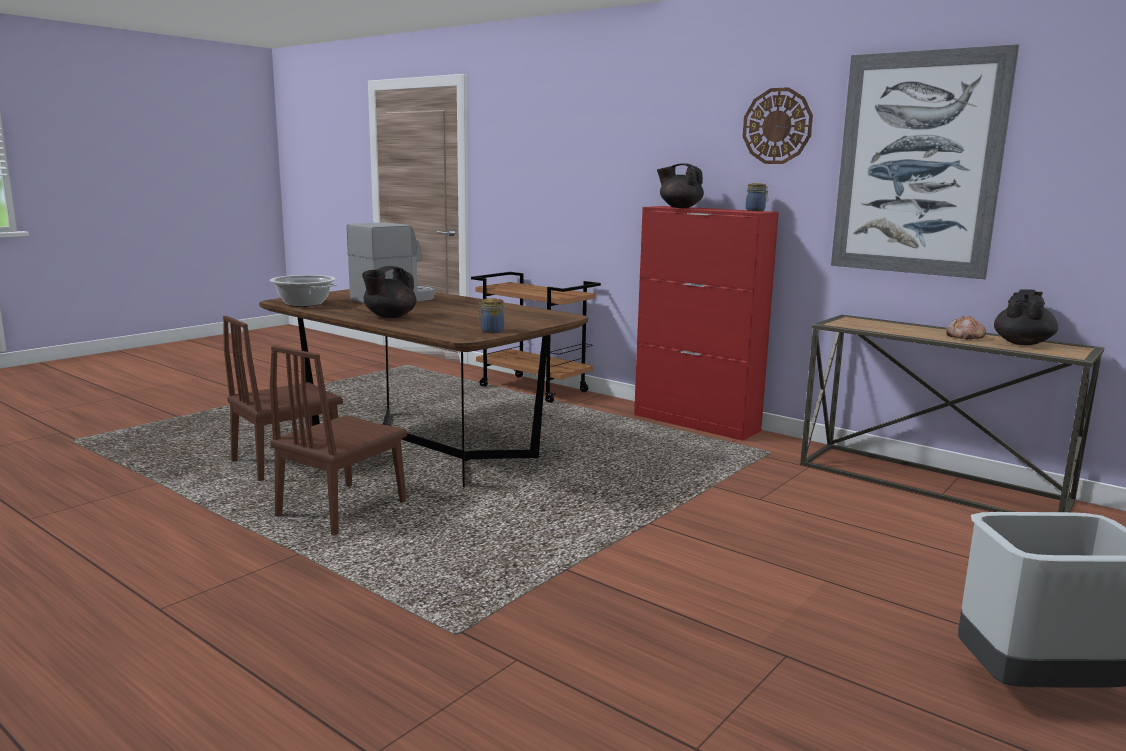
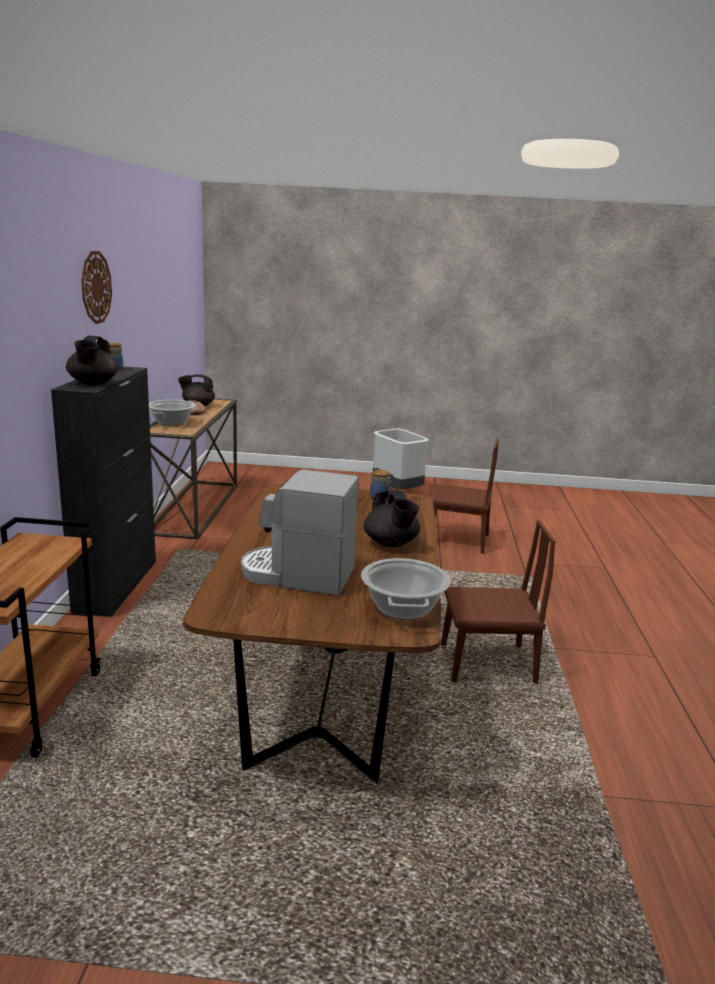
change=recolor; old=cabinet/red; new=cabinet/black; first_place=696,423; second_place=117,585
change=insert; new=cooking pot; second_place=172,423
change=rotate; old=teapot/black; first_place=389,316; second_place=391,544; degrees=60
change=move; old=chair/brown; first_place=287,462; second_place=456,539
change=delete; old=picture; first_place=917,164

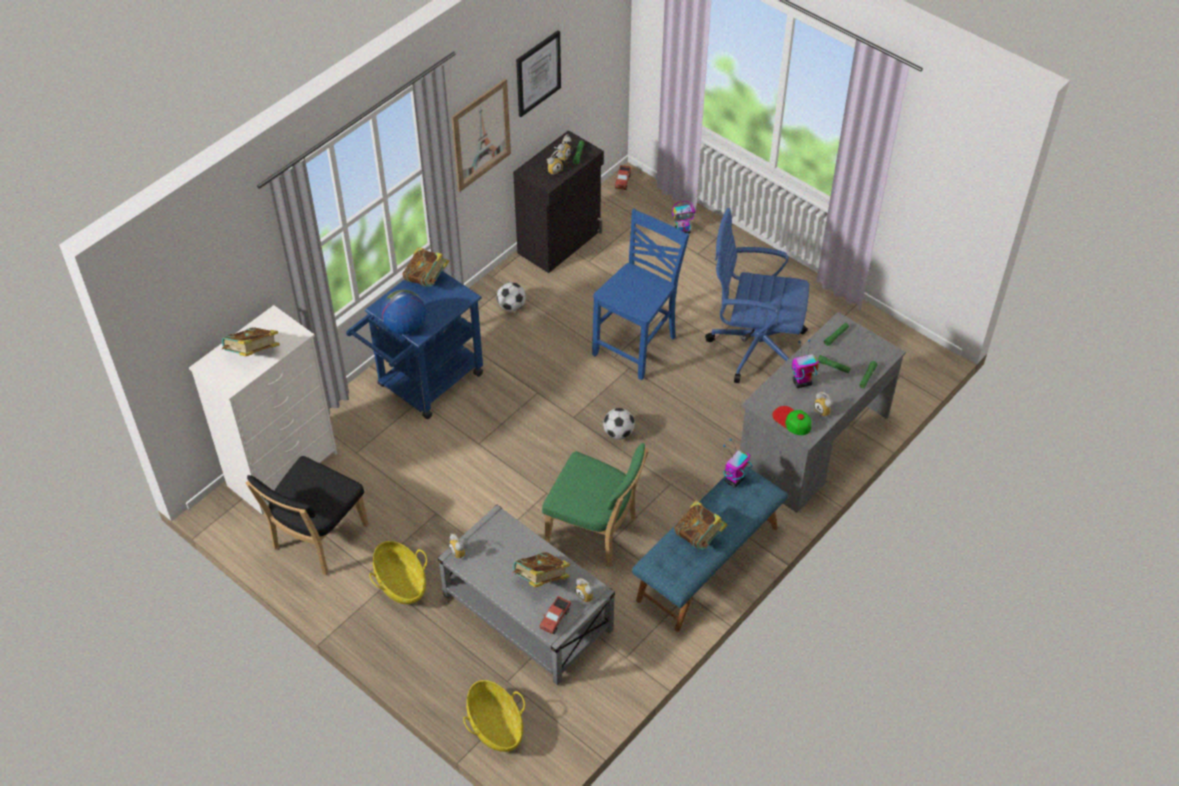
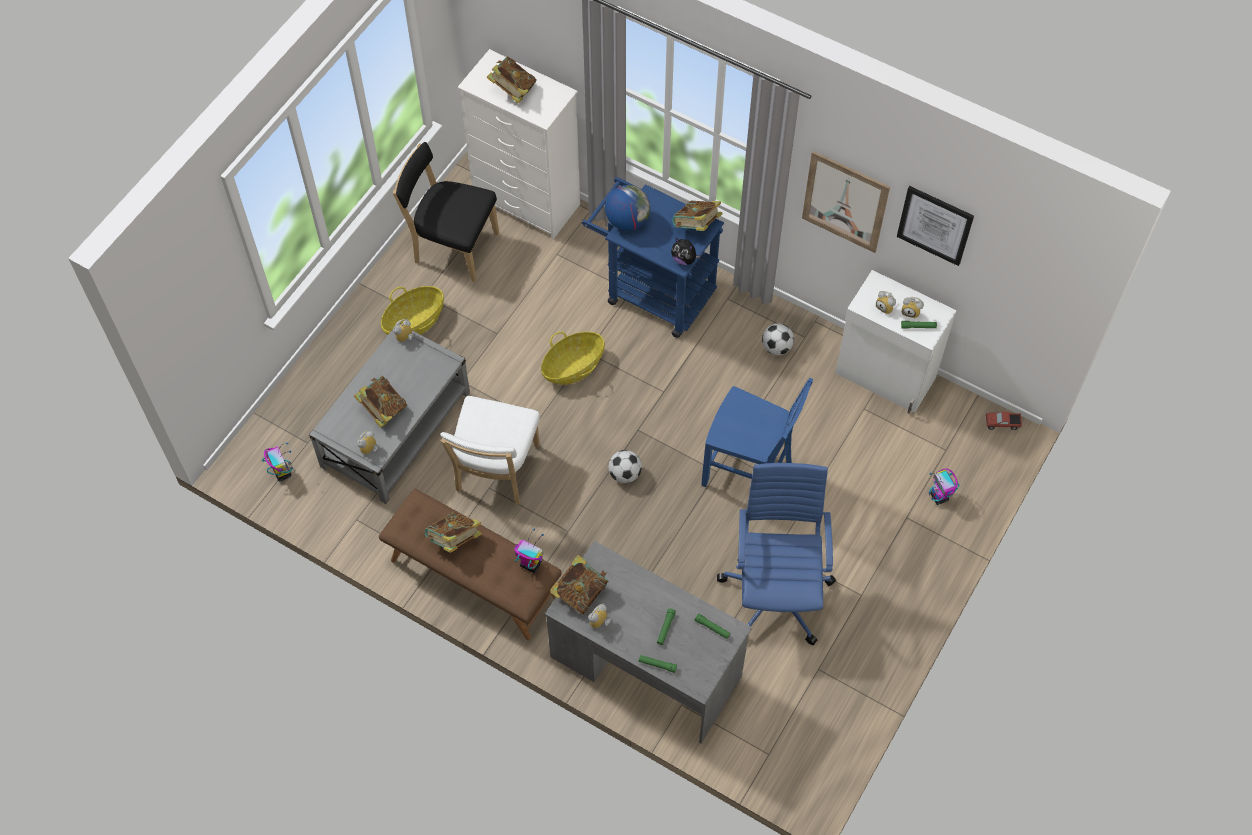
change=move; old=toy robot; first_place=801,383; second_place=282,473
change=recolor; old=bench/blue; new=bench/brown; first_place=708,564; second_place=473,579
change=recolor; old=chair/green; new=chair/white; first_place=595,533; second_place=495,472
change=move; old=basket; first_place=495,726; second_place=573,367
change=replace; old=cap; new=book; first_place=792,421; second_place=580,592
change=insert; new=plush toy; second_place=684,259
change=recolor; old=cabinet/black; new=cabinet/white; first_place=560,242; second_place=885,377
change=delete; old=toy truck; first_place=555,619

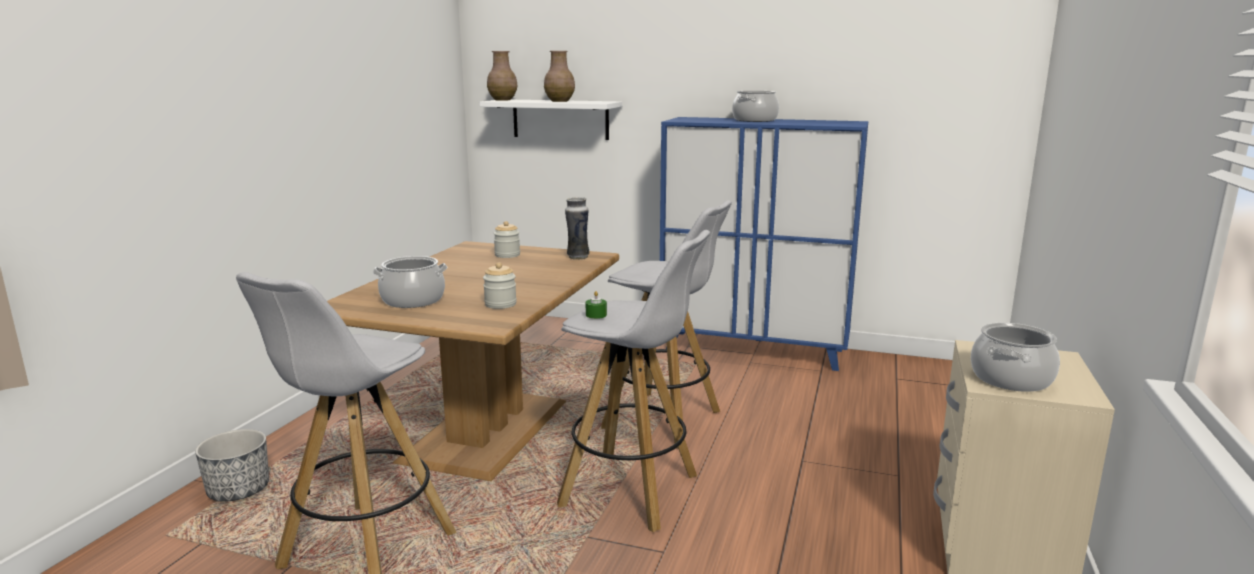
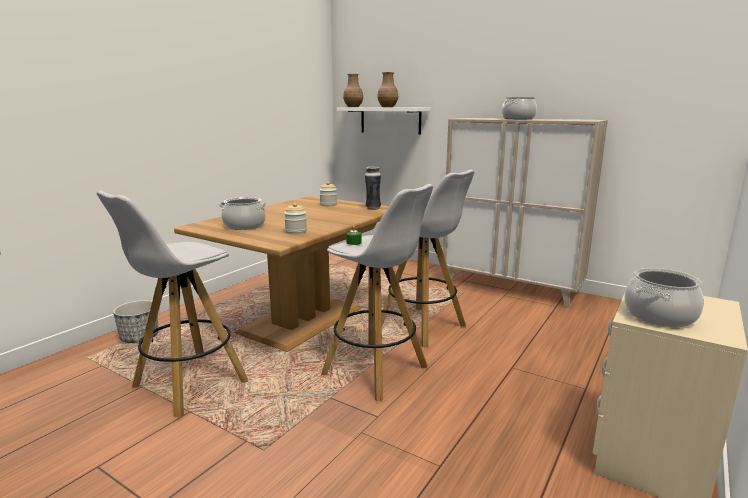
change=recolor; old=cabinet/blue; new=cabinet/beige; first_place=754,350; second_place=511,287

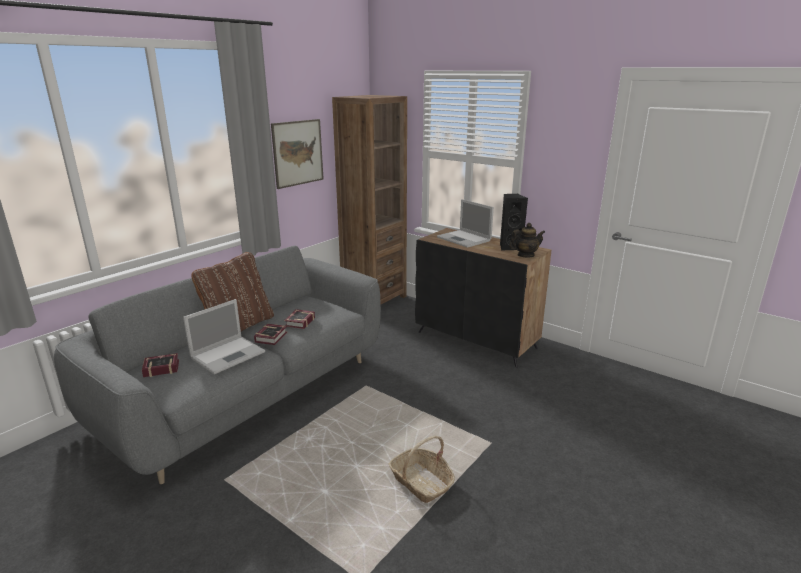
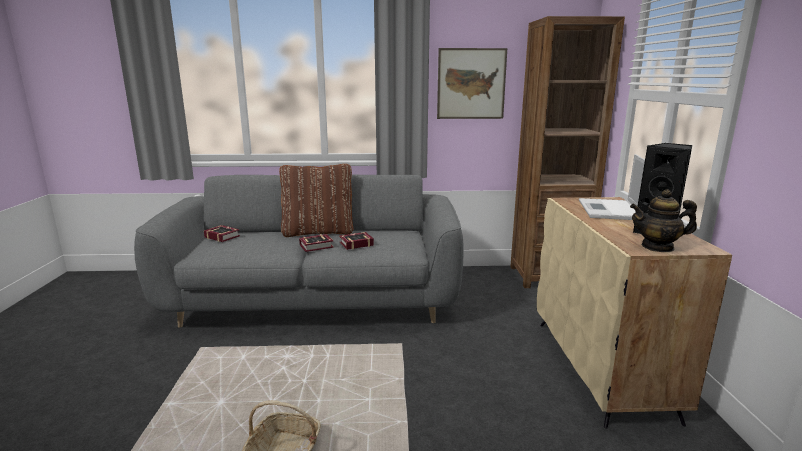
change=recolor; old=cabinet/black; new=cabinet/beige; first_place=477,340; second_place=602,367
change=rotate; old=teapot; first_place=525,255; second_place=658,247; degrees=150
change=delete; old=laptop; first_place=229,354

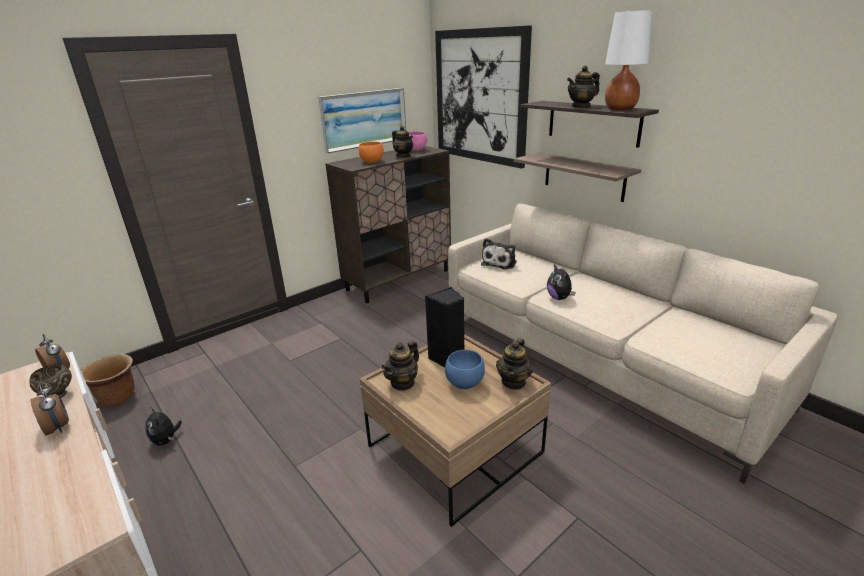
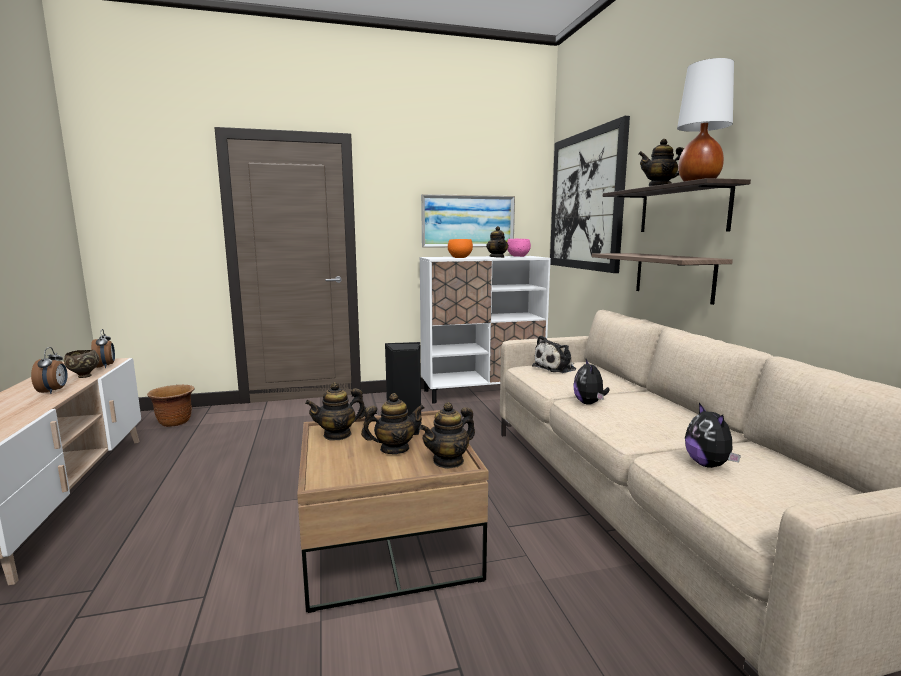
change=replace; old=bowl/blue; new=teapot; first_place=463,383; second_place=394,449
change=recolor; old=cabinet/brown; new=cabinet/white; first_place=398,280; second_place=482,392
change=move; old=plush toy; first_place=166,440; second_place=708,465

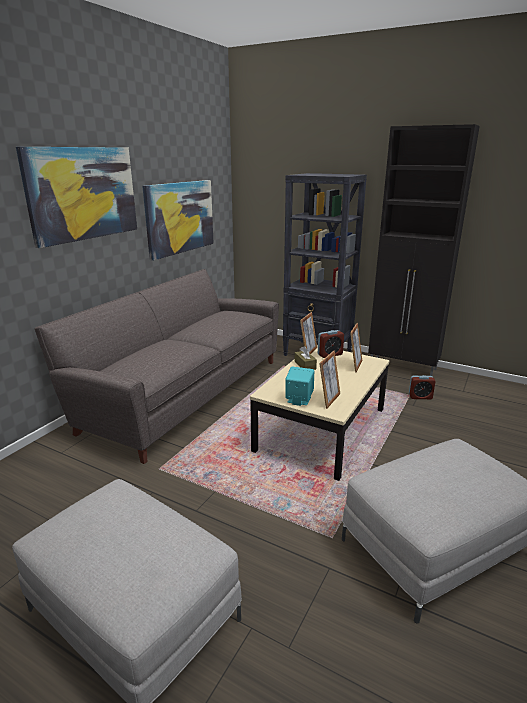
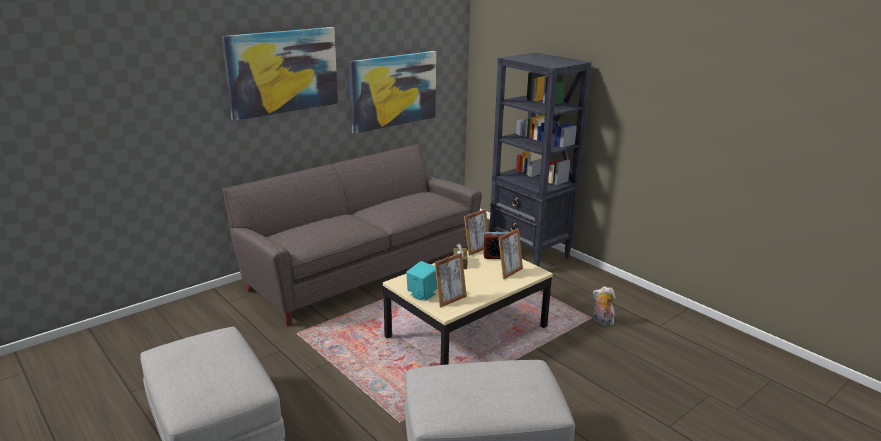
change=replace; old=alarm clock; new=plush toy; first_place=420,397; second_place=602,322
change=delete; old=cabinet/black; first_place=403,368

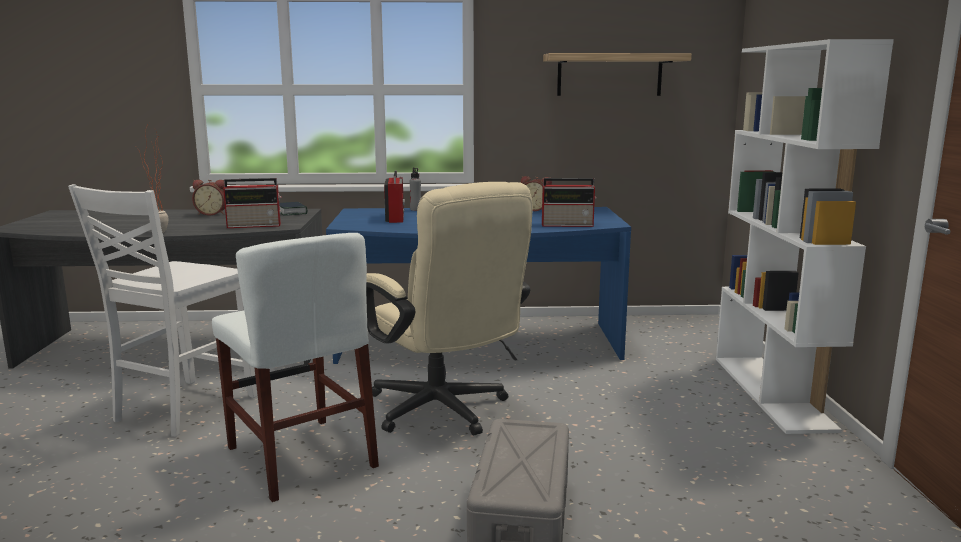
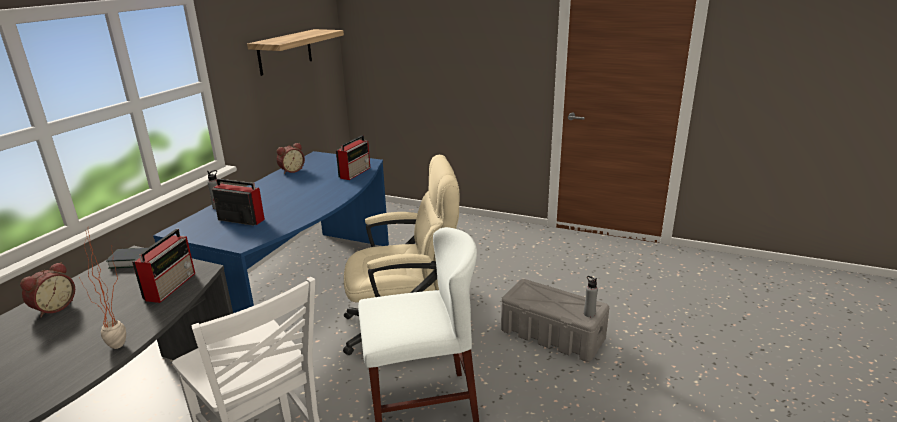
change=insert; new=bottle/grey; second_place=589,314
change=delete; old=bookcase/white; first_place=772,392

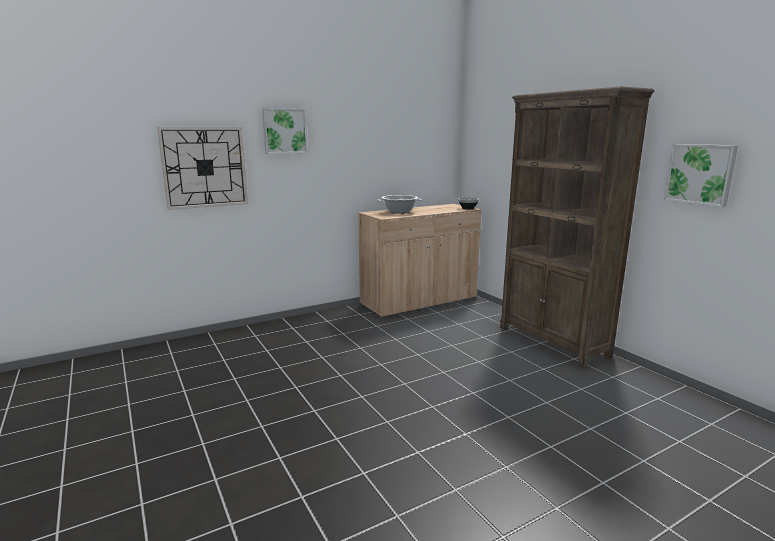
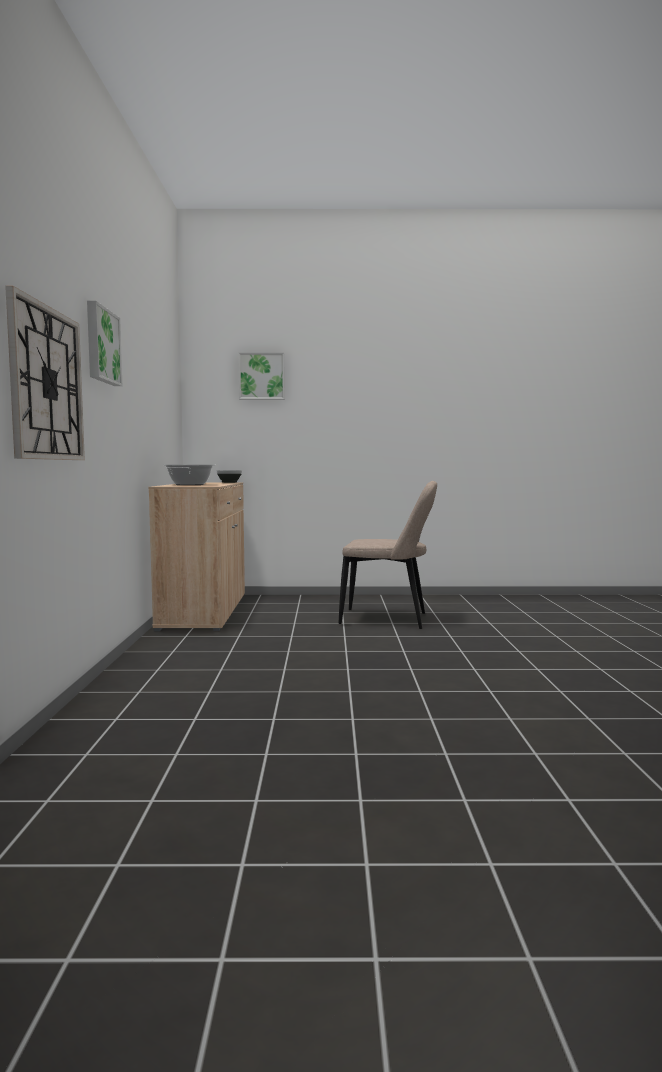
change=move; old=picture; first_place=700,174; second_place=262,376
change=insert; new=chair/beige; second_place=388,619
change=delete; old=bookcase/brown; first_place=553,341

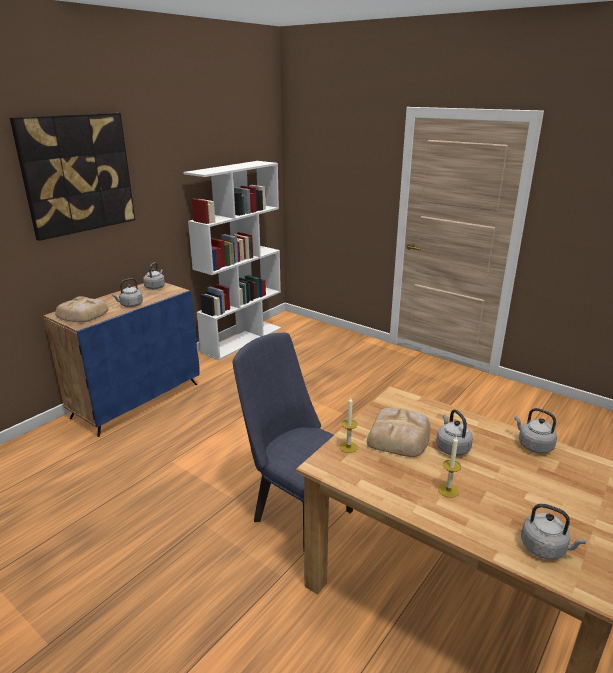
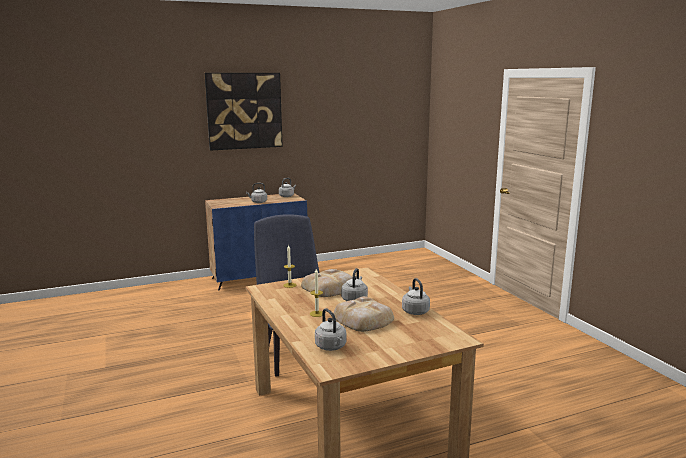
change=move; old=bread; first_place=83,314; second_place=363,320
change=delete; old=bookcase/white; first_place=242,340

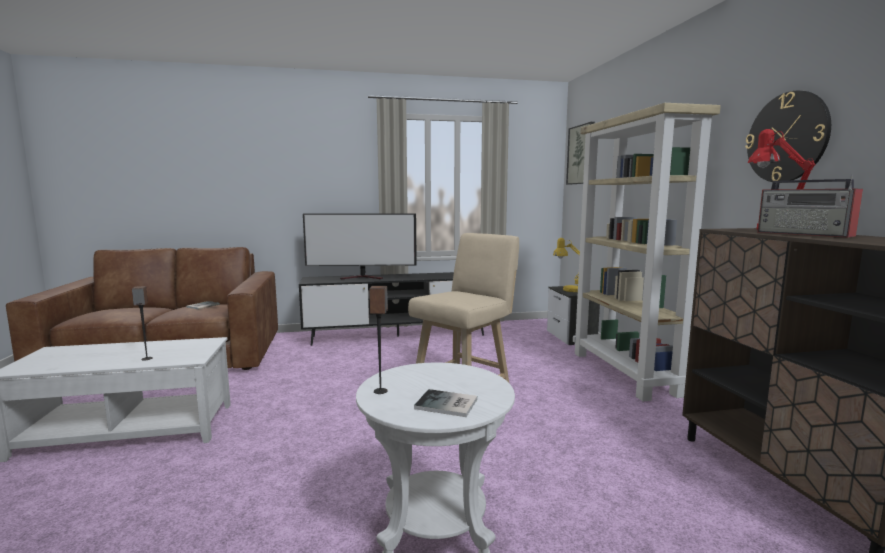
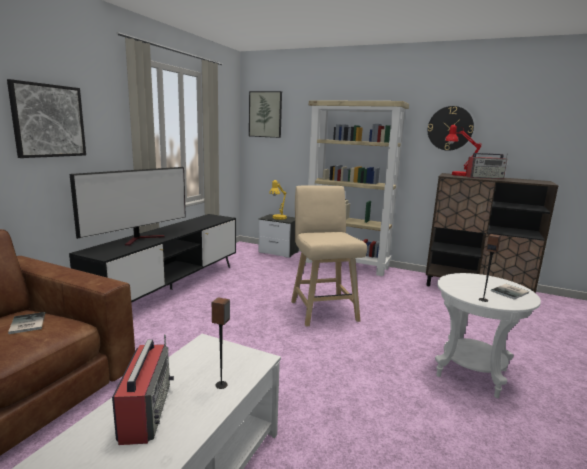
change=insert; new=picture; second_place=48,121
change=insert; new=radio; second_place=146,410

